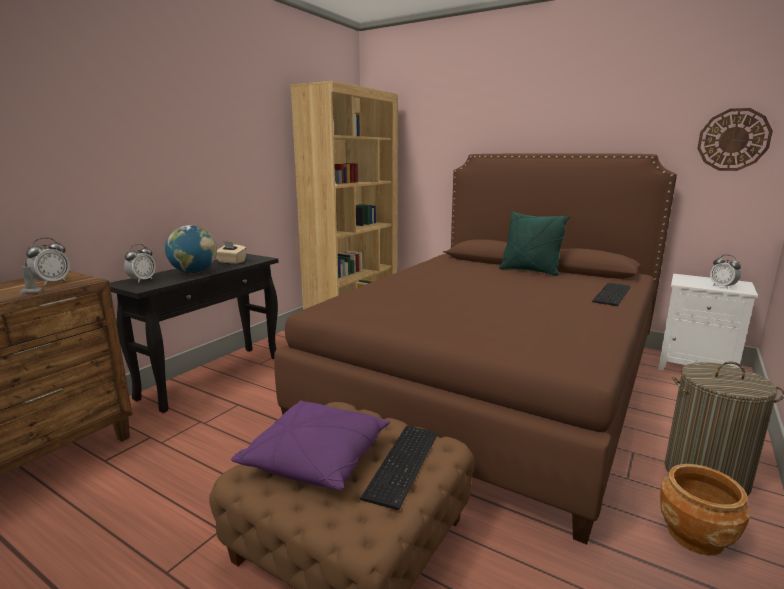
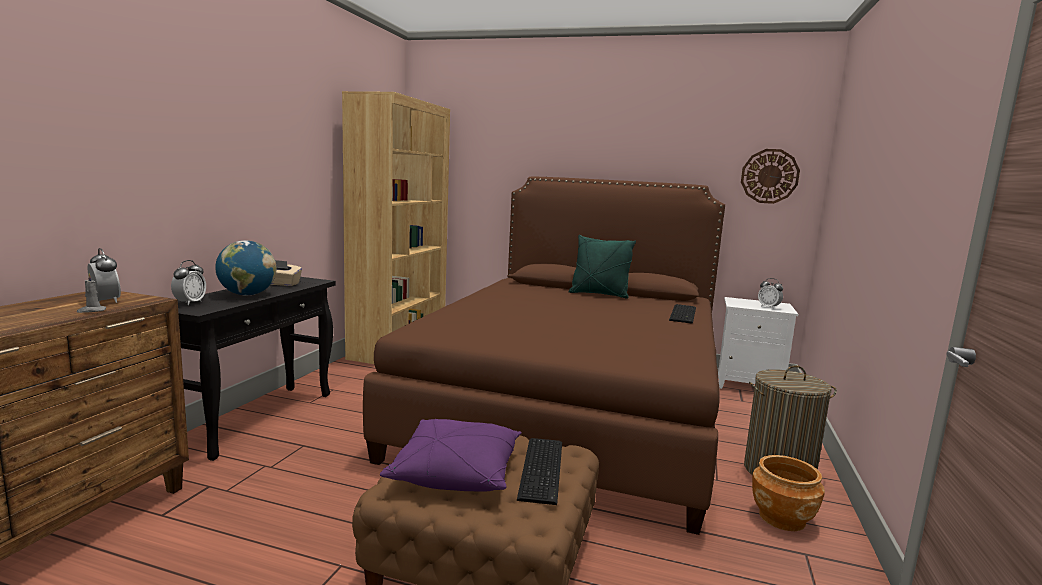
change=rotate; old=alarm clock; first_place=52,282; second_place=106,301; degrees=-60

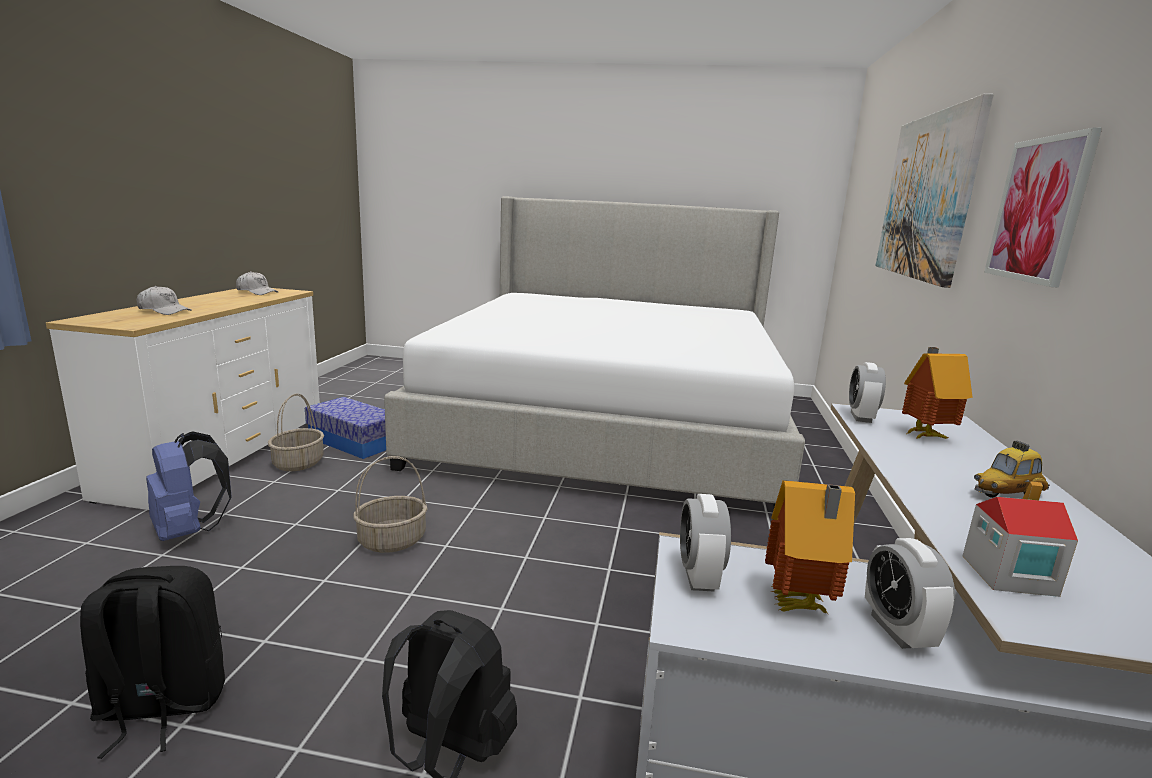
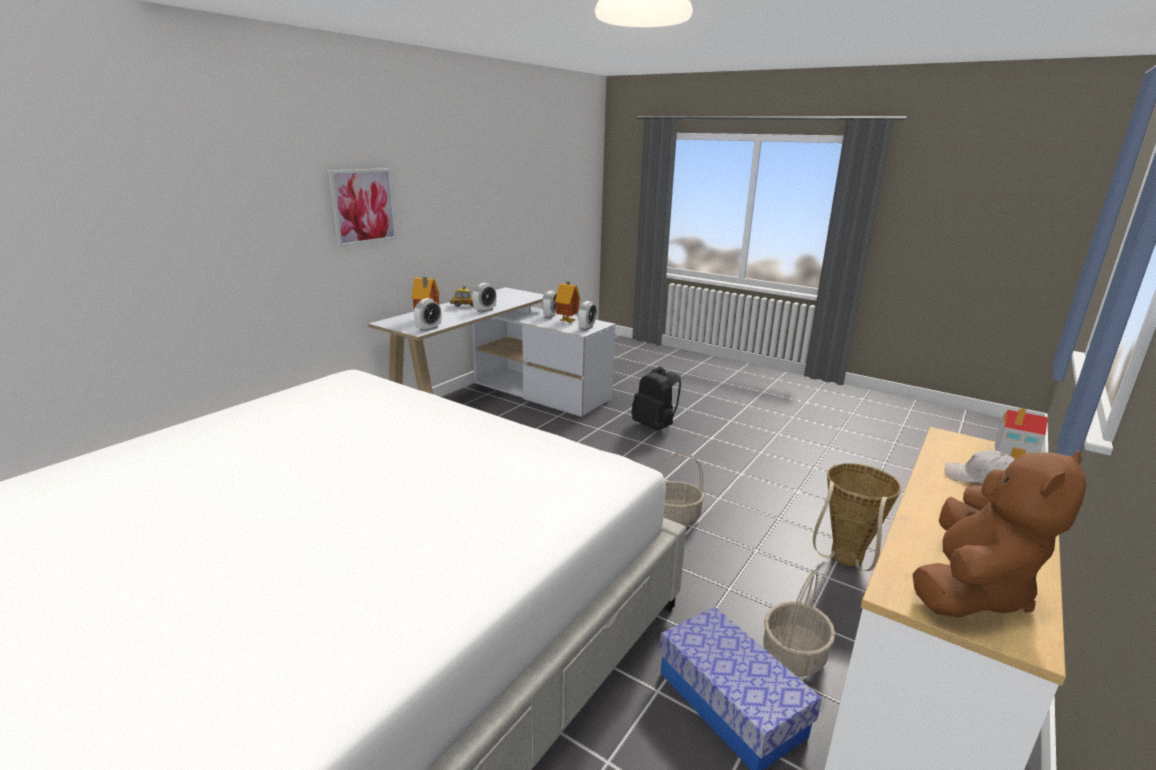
change=insert; new=alarm clock; second_place=485,310
change=replace; old=backpack/blue; new=basket; first_place=189,531; second_place=844,562
change=replace; old=cap/white; new=plush toy/brown; first_place=257,292; second_place=971,590
change=move; old=toy house; first_place=1007,575; second_place=1015,455
change=delete; old=backpack/black; first_place=161,707
change=delete; old=picture; first_place=927,196

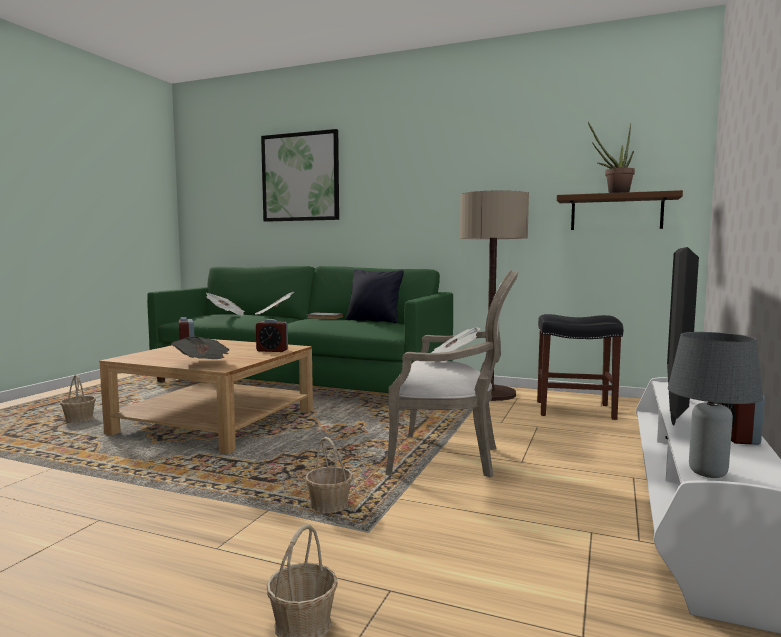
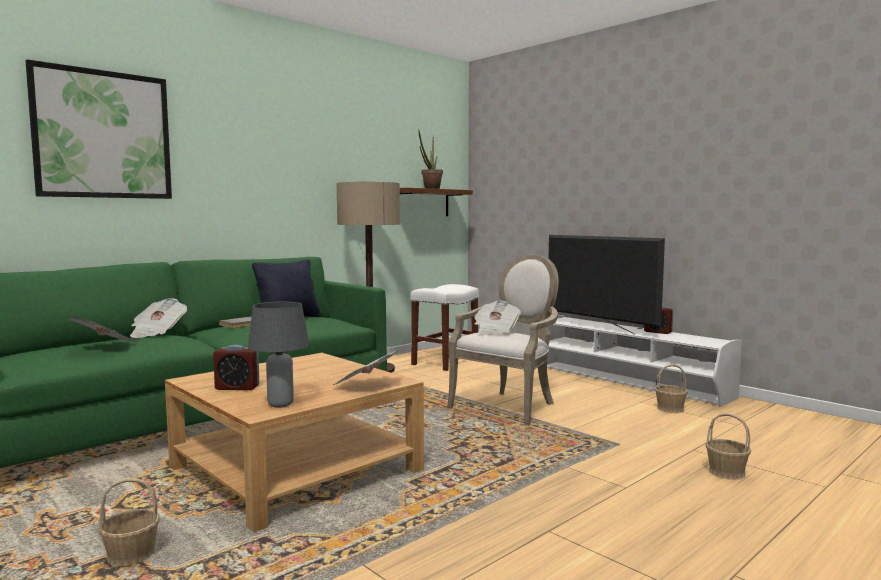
change=move; old=table lamp/grey; first_place=707,473; second_place=280,405
change=recolor; old=stool/black; new=stool/white; first_place=576,410; second_place=445,362
change=move; old=basket; first_place=329,505; second_place=670,409
change=delete; old=alarm clock; first_place=272,350

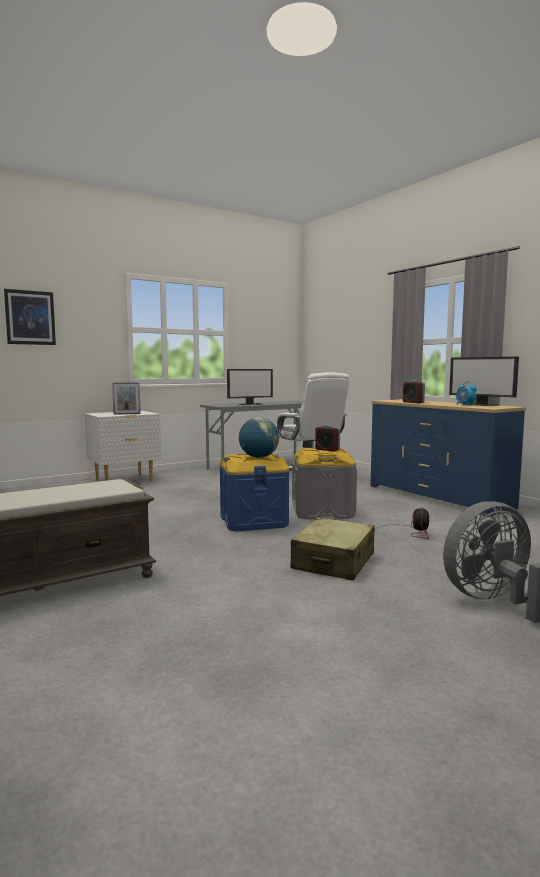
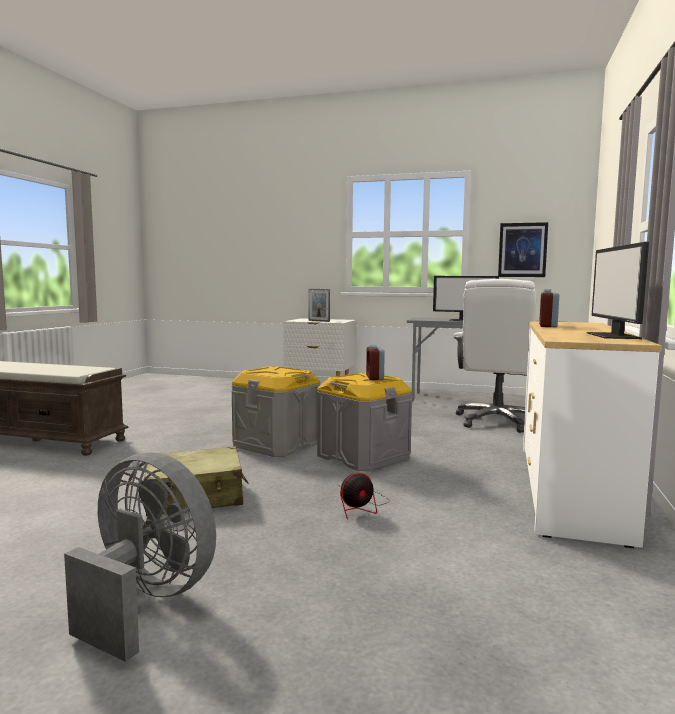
change=recolor; old=storage box/blue; new=storage box/grey; first_place=253,521; second_place=276,444
change=move; old=picture; first_place=30,317; second_place=522,250
change=recolor; old=dresser/blue; new=dresser/white; first_place=438,497; second_place=570,489
change=delete; old=globe; first_place=259,457
change=delete; old=alarm clock; first_place=465,405

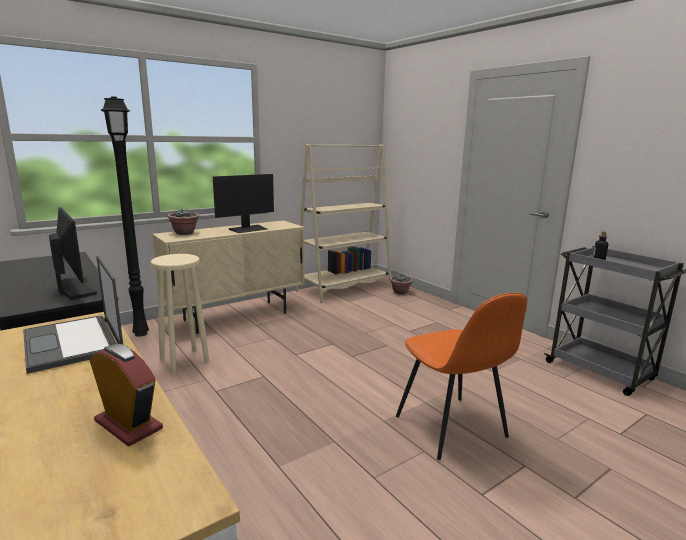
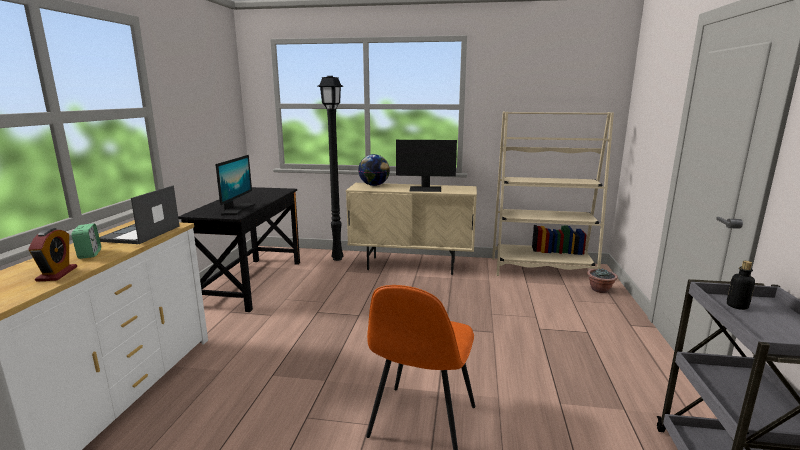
change=insert; new=alarm clock; second_place=89,254
change=replace; old=potted plant; new=globe; first_place=185,233; second_place=374,185
change=delete; old=stool/beige; first_place=184,360

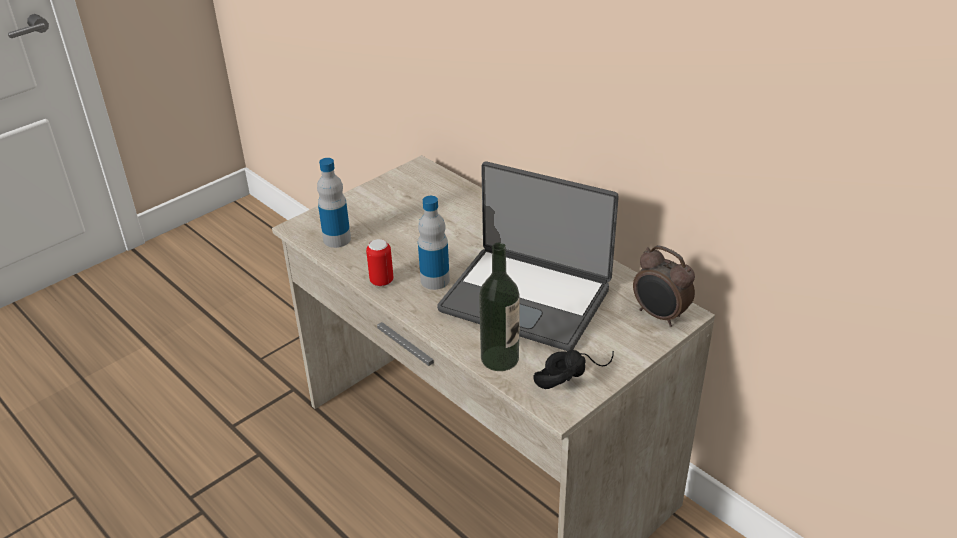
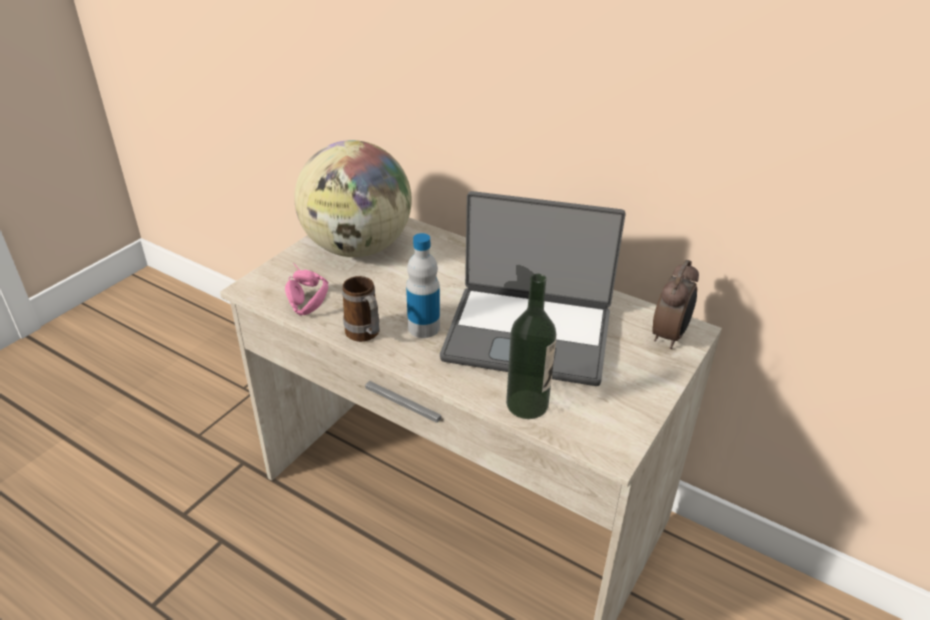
change=replace; old=bottle; new=headphones/pink; first_place=337,239; second_place=299,296
change=insert; new=globe; second_place=357,248
change=replace; old=can; new=mug; first_place=381,281; second_place=365,336
change=rotate; old=alarm clock; first_place=659,316; second_place=670,336; degrees=-90
change=delete; old=headphones/black; first_place=571,373

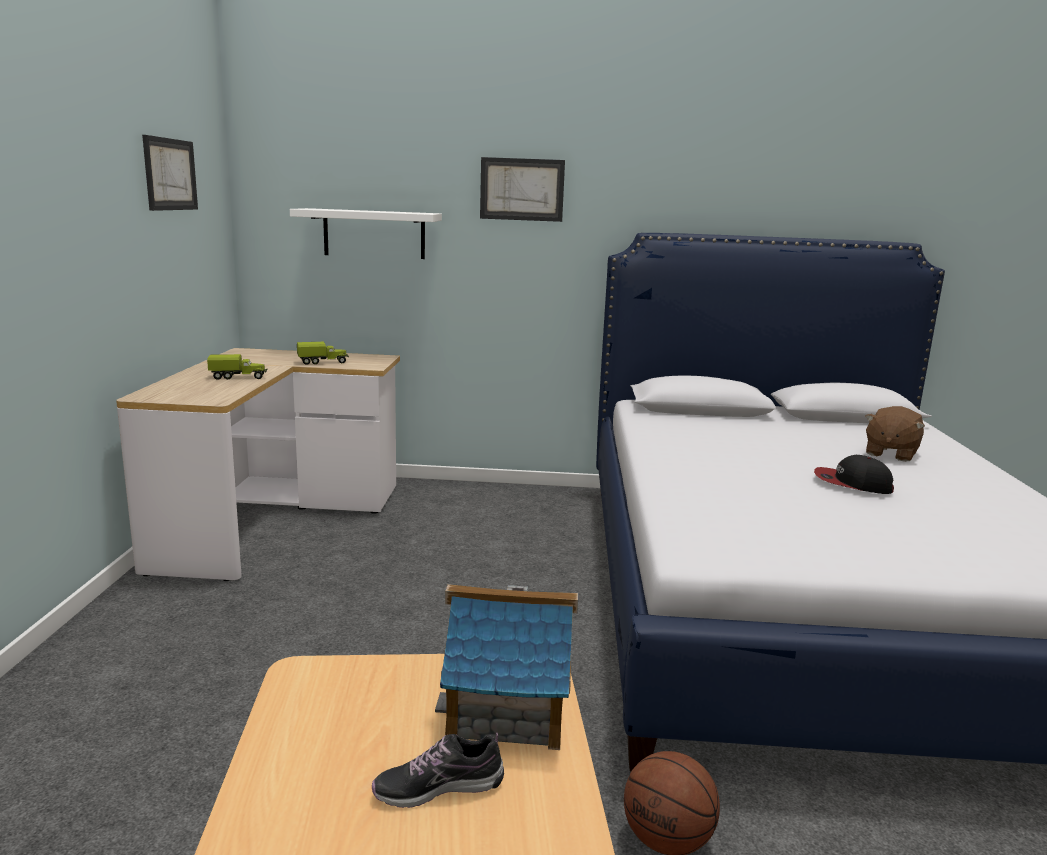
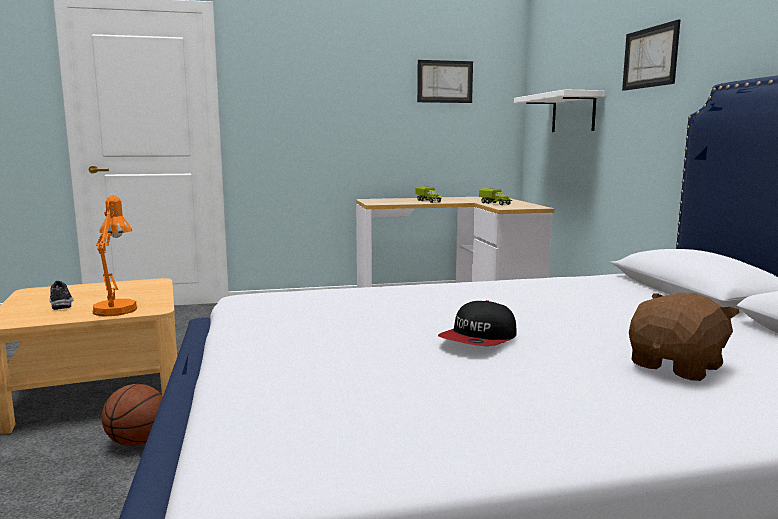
change=replace; old=toy house; new=table lamp/orange; first_place=508,709; second_place=117,308
change=rotate; old=cap; first_place=852,484; second_place=479,339; degrees=-150
change=rotate; old=plush toy/brown; first_place=890,453; second_place=677,366; degrees=120

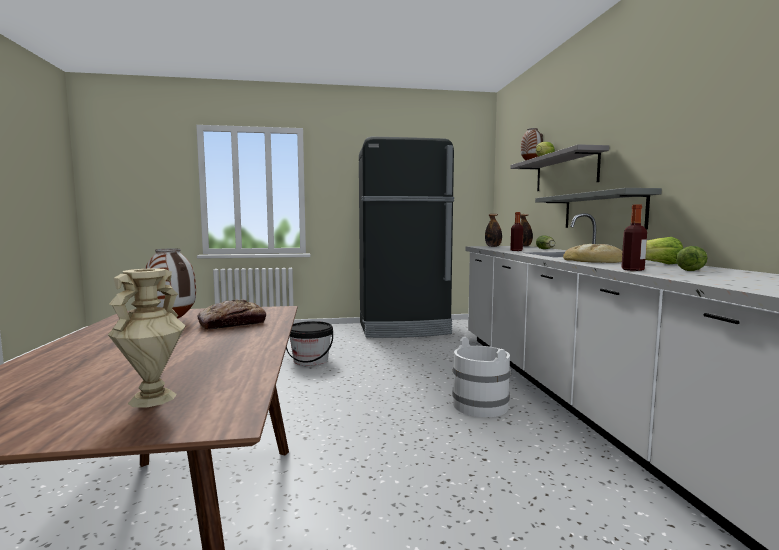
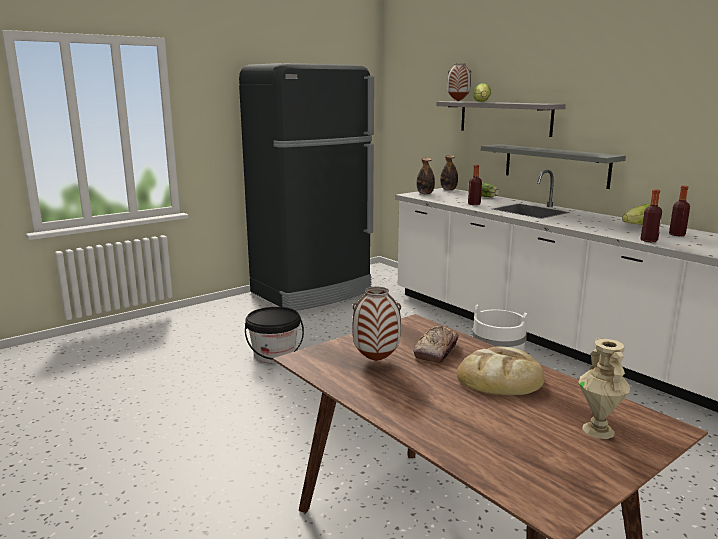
change=move; old=bread; first_place=594,260; second_place=500,377
change=replace; old=lettuce; new=bottle; first_place=691,269; second_place=677,234

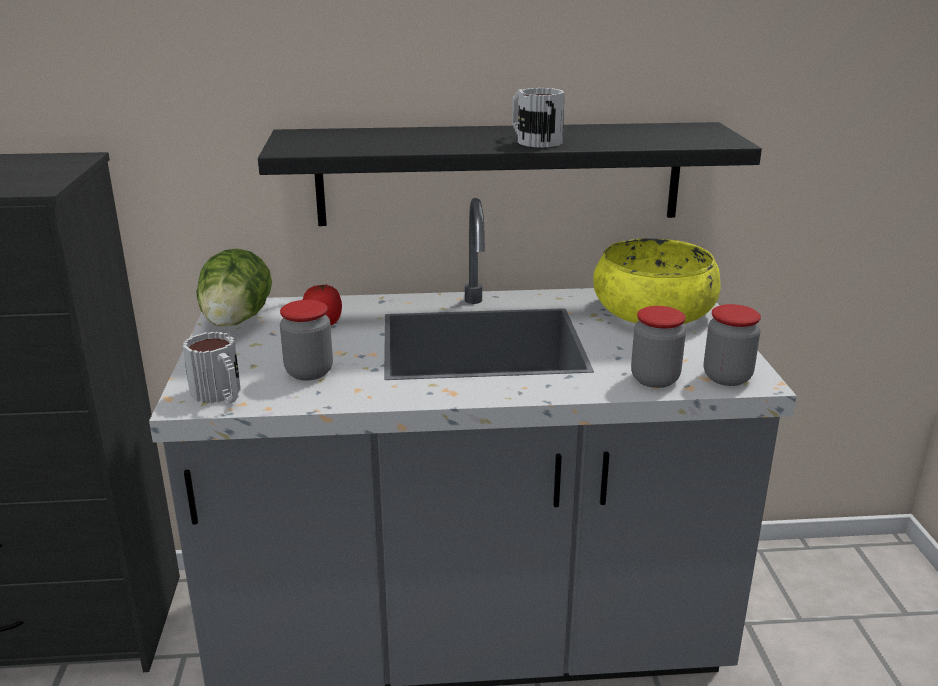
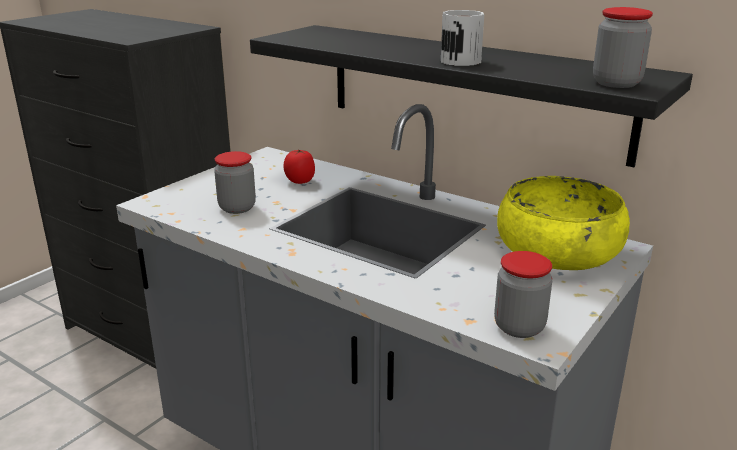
change=move; old=jar; first_place=654,379; second_place=616,83
change=delete; old=mug; first_place=220,395
change=delete; old=lettuce; first_place=235,323

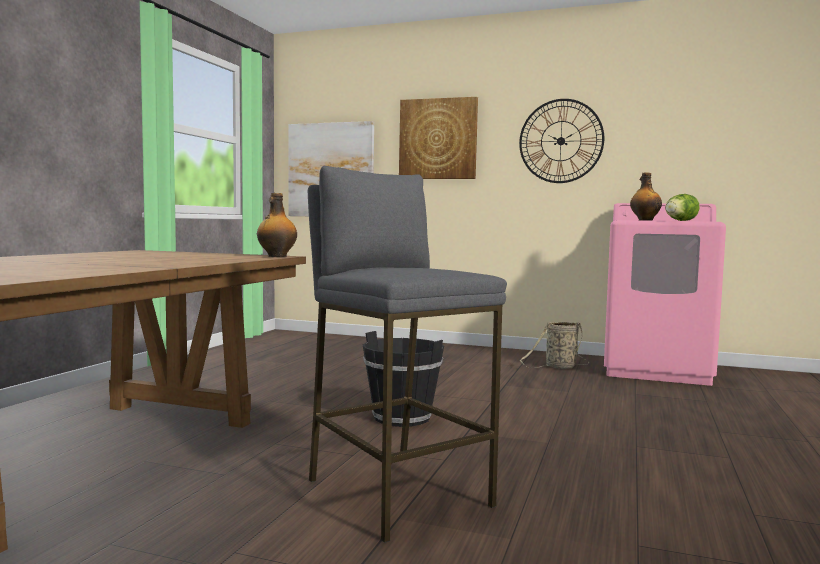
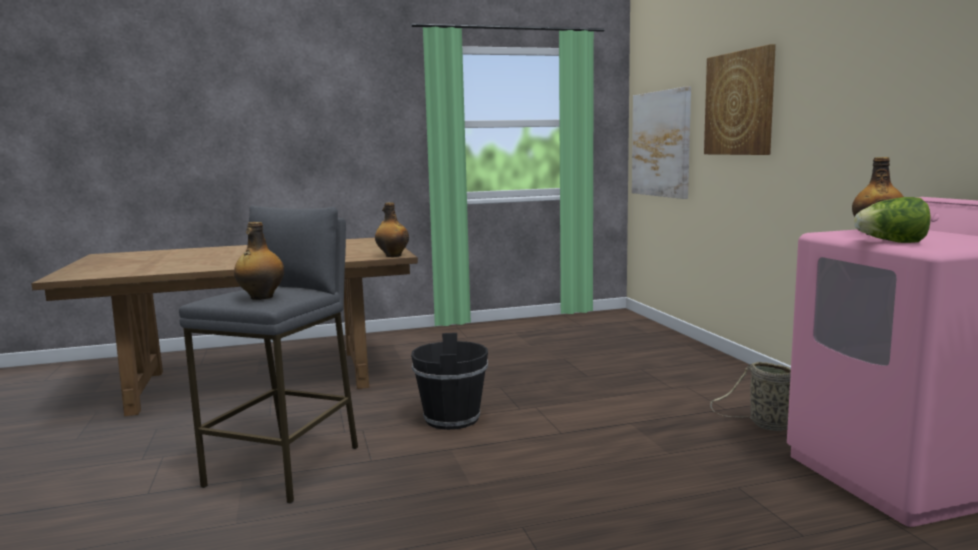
change=insert; new=bottle; second_place=261,297
change=delete; old=wall clock; first_place=561,141

